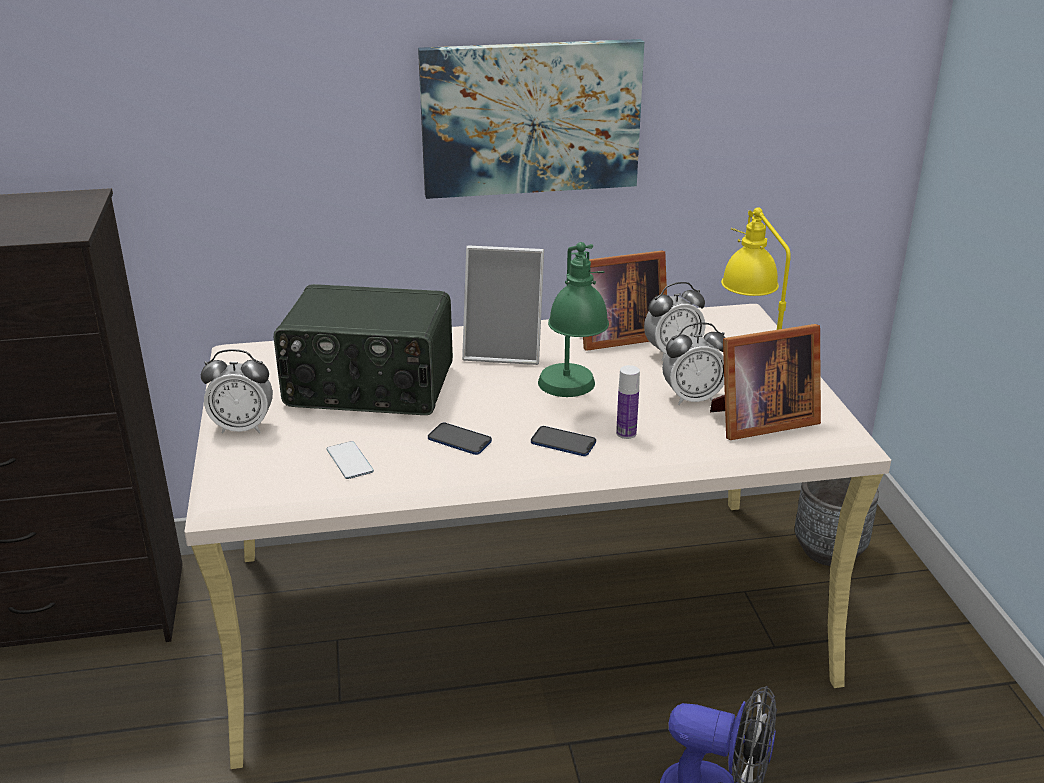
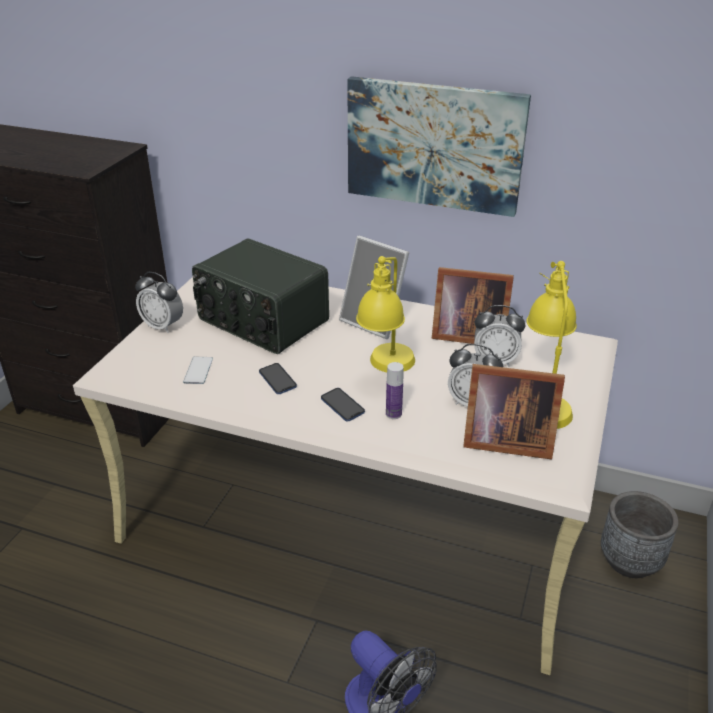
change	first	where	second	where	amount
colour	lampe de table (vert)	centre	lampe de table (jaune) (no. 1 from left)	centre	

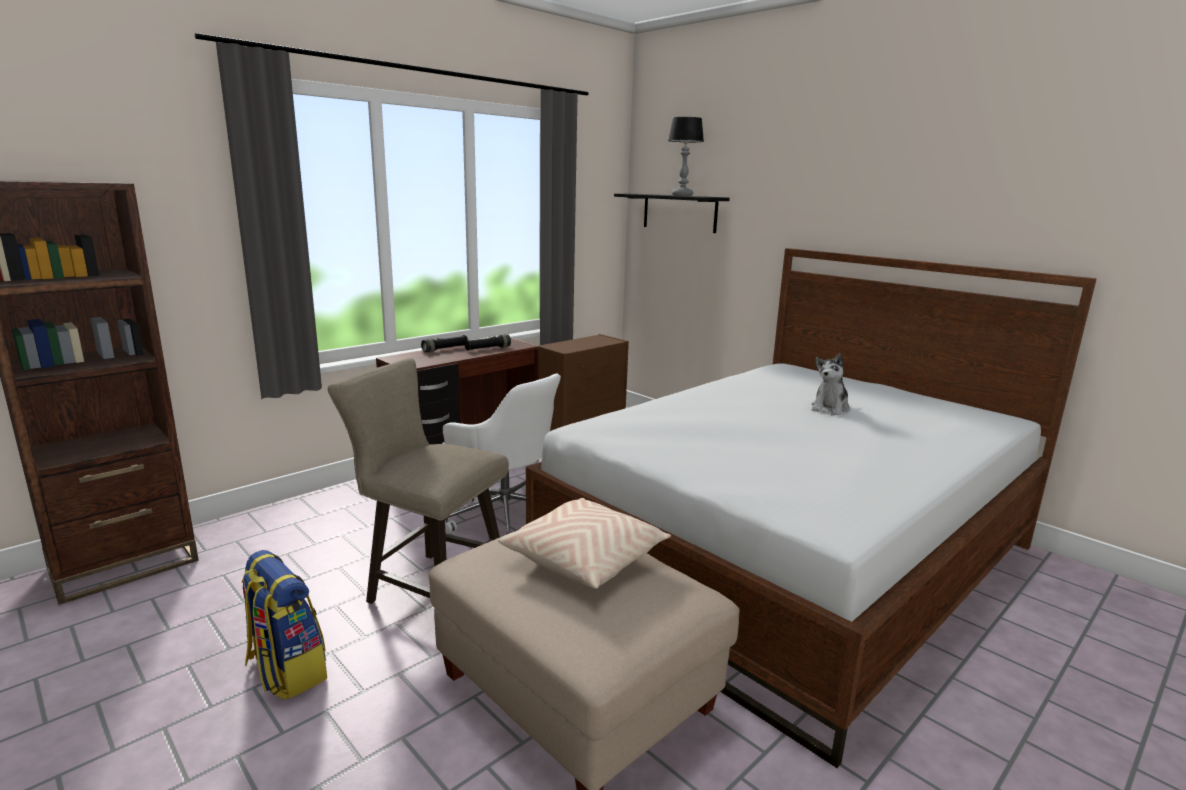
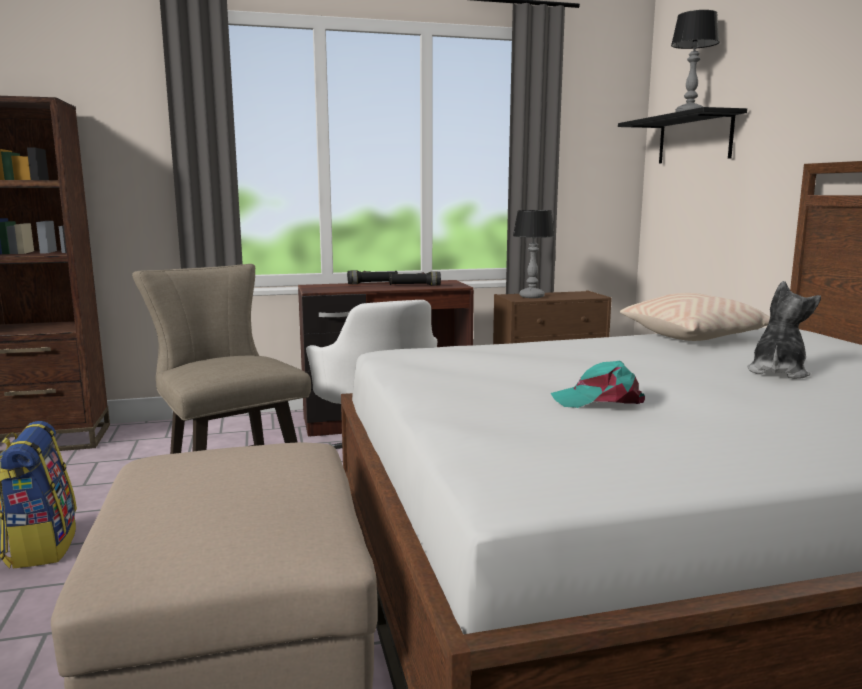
change	first	where	second	where	amount
relocated	coussin (beige)	bottom centre		middle right	
spun	peluche	middle right		middle right	150 degrees clockwise
appeared			lampe de table (no. 1 from left)	centre	
appeared			casquette (turquoise)	middle right	

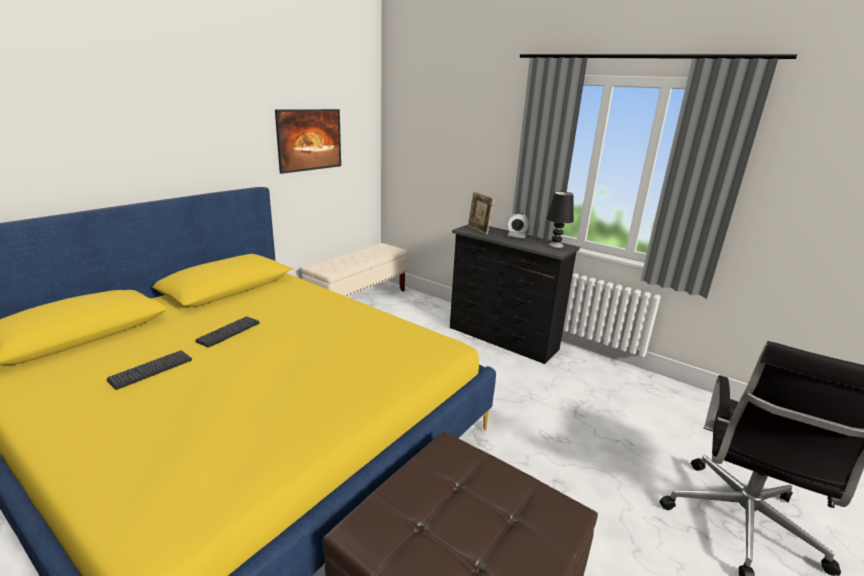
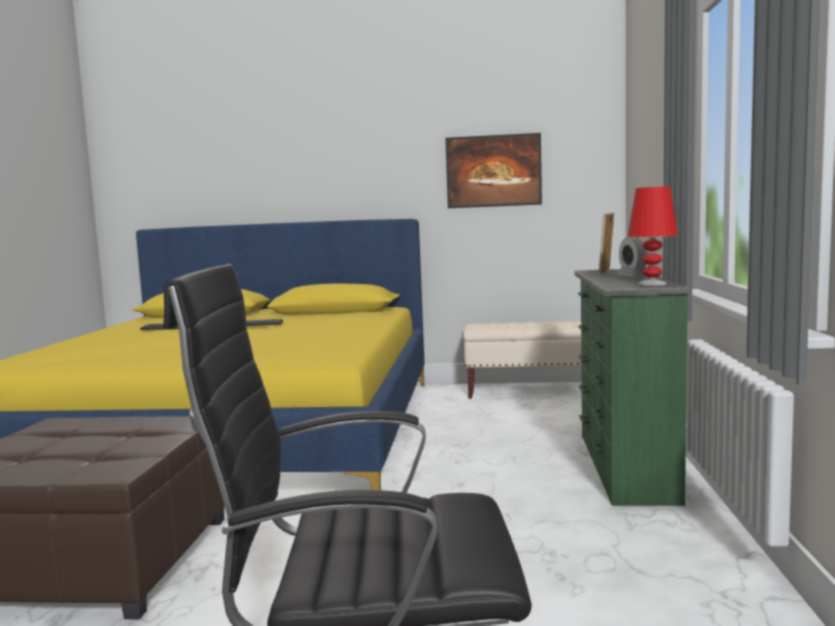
change	first	where	second	where	amount
colour	commode (noir)	centre	commode (vert)	middle right	
colour	lampe de table (noir)	centre	lampe de table (rouge)	middle right	

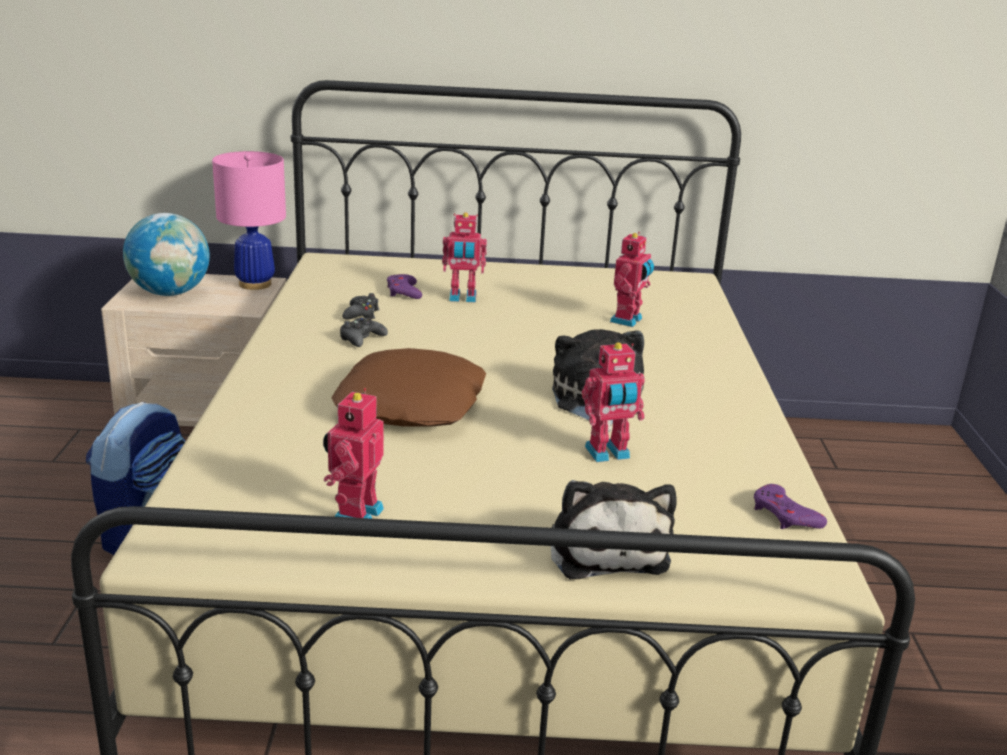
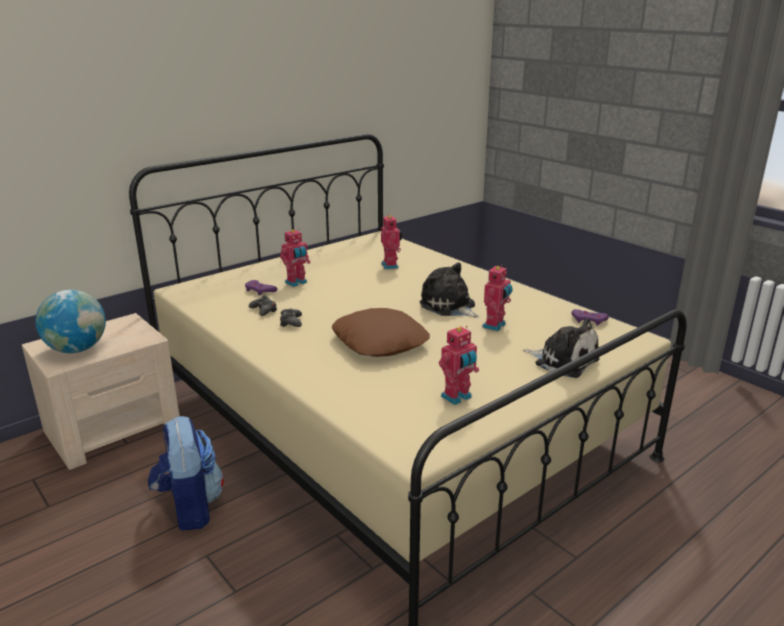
change	first	where	second	where	amount
missing	lampe de table (rose)	top left			
spun	robot jouet (no. 1 from left in the first image)	centre	robot jouet (no. 3 from left)	centre	105 degrees counterclockwise

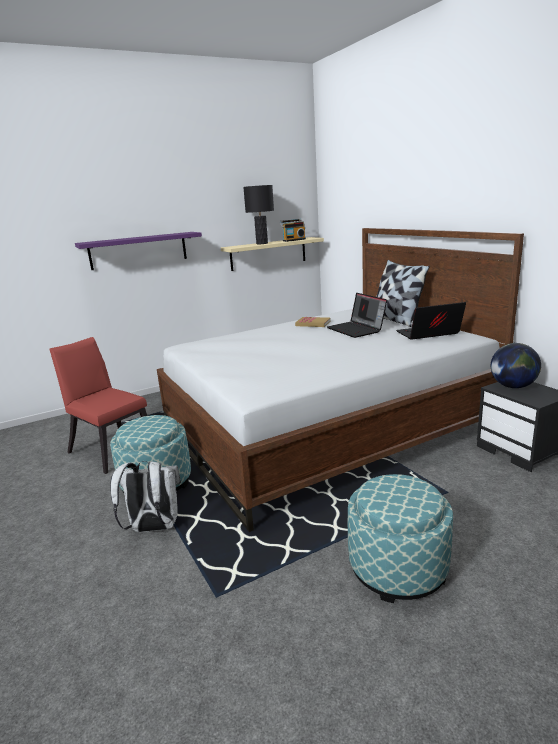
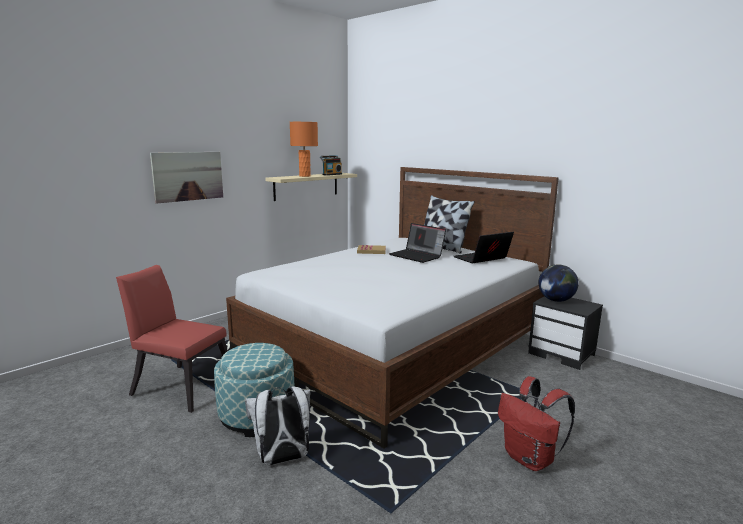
change	first	where	second	where	amount
exchanged	étagère (violet)	middle left	tableau	middle left	
colour	lampe de table (noir)	top centre	lampe de table (orange)	top centre	
exchanged	pouf (no. 2 from left)	bottom right	sac à dos (rouge)	bottom right	

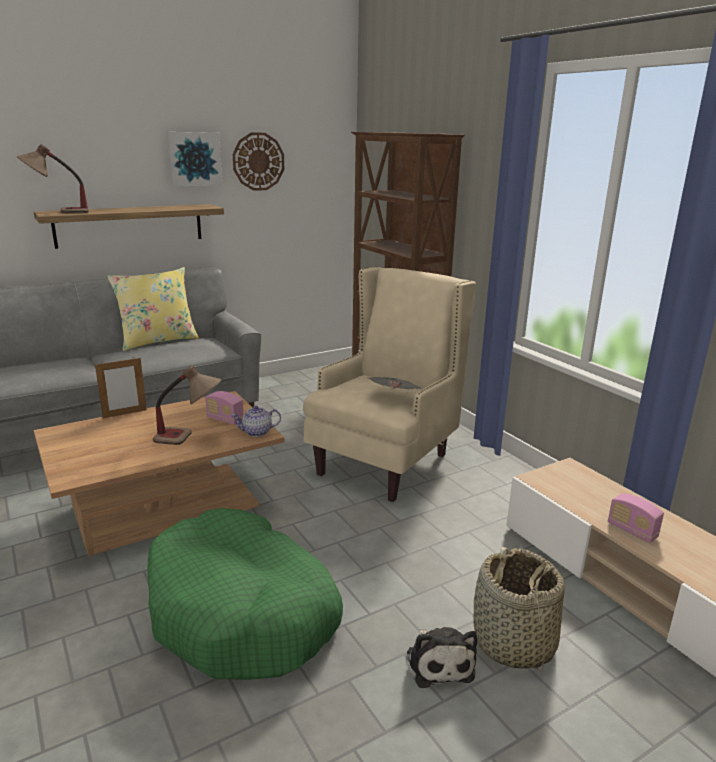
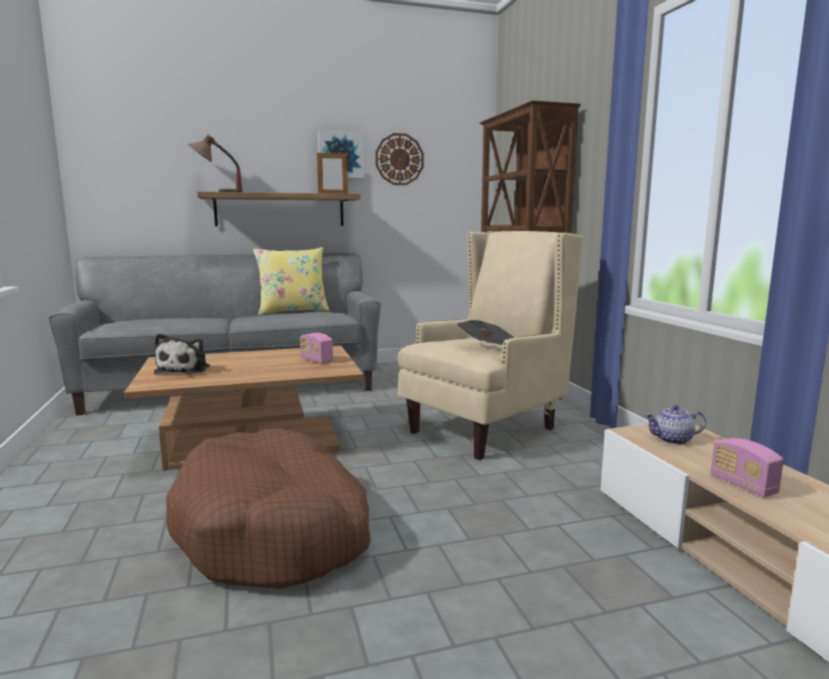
change	first	where	second	where	amount
relocated	cadre photo	middle left		top centre	
colour	panier pour chien (vert)	bottom centre	panier pour chien (marron)	bottom left	
missing	lampe de table (no. 2 from left)	middle left			
relocated	théière	centre		middle right	
relocated	peluche	bottom centre		middle left	
missing	panier	bottom right			

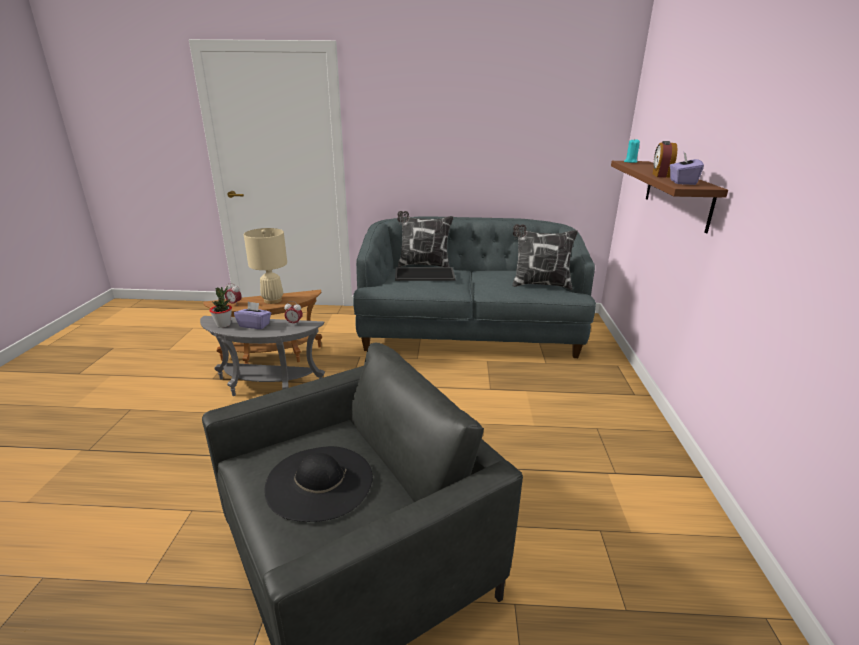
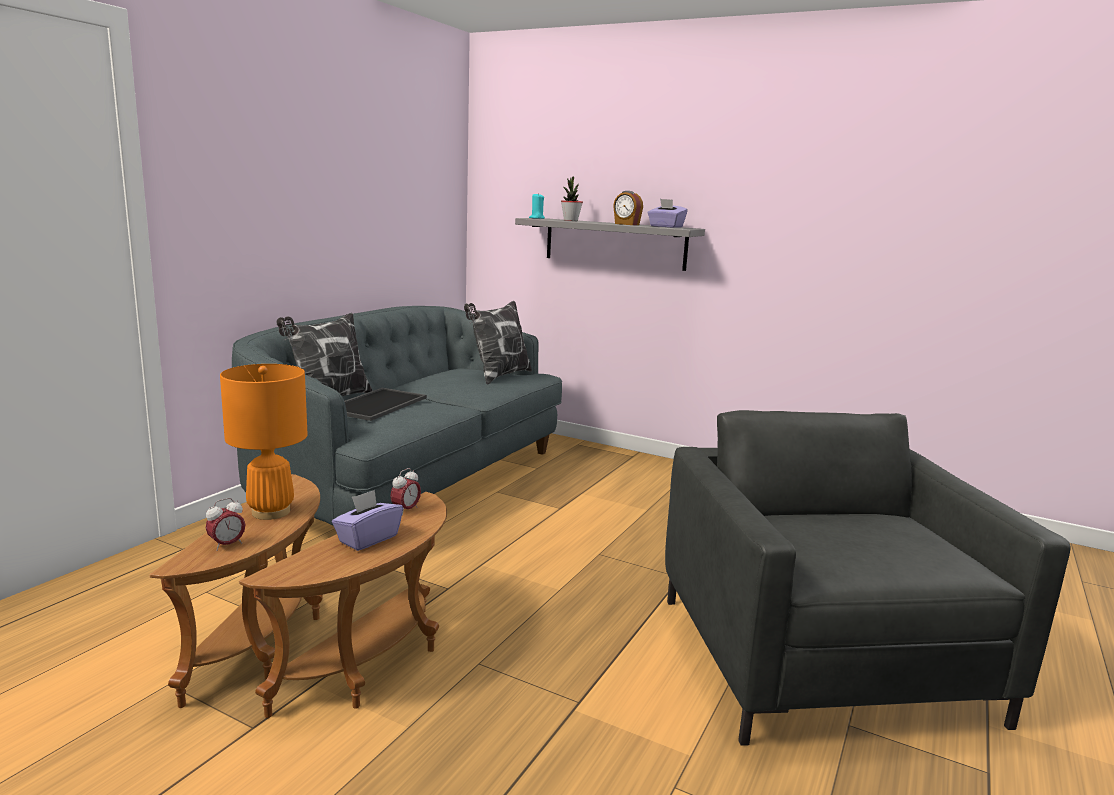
change	first	where	second	where	amount
colour	table d'appoint (gris)	middle left	table d'appoint (marron) (no. 2 from left)	bottom left	
relocated	plante en pot	middle left		top centre	
colour	lampe de table (beige)	middle left	lampe de table (orange)	middle left	
missing	chapeau (noir)	bottom centre			
colour	étagère (marron)	top right	étagère (gris)	top centre	

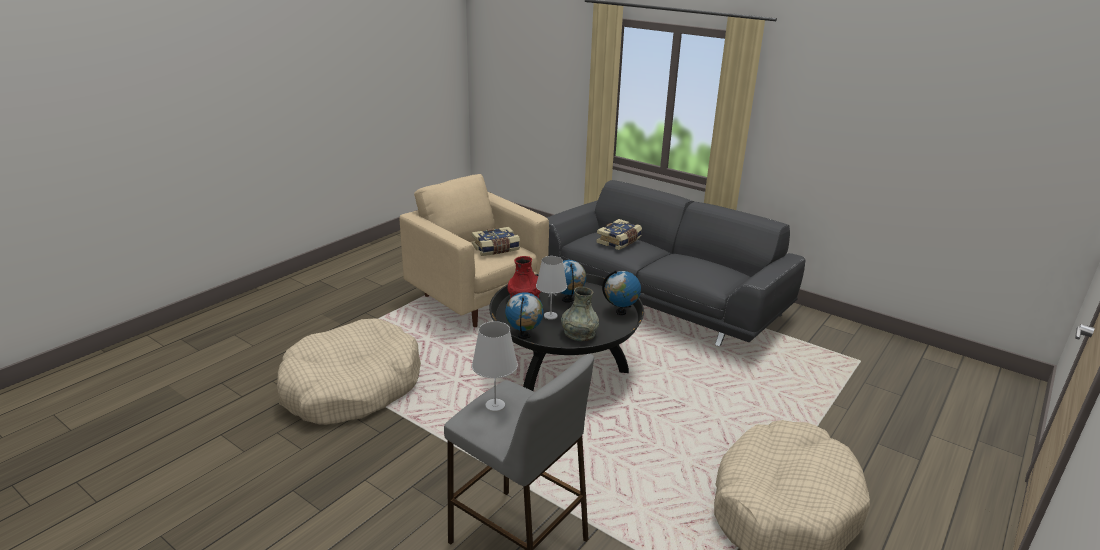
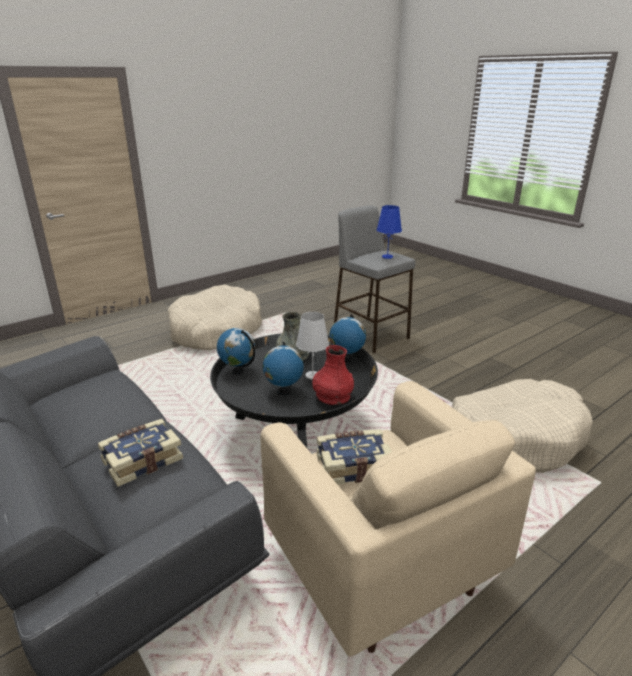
change	first	where	second	where	amount
colour	lampe de table (blanc) (no. 1 from left)	centre	lampe de table (bleu)	centre	

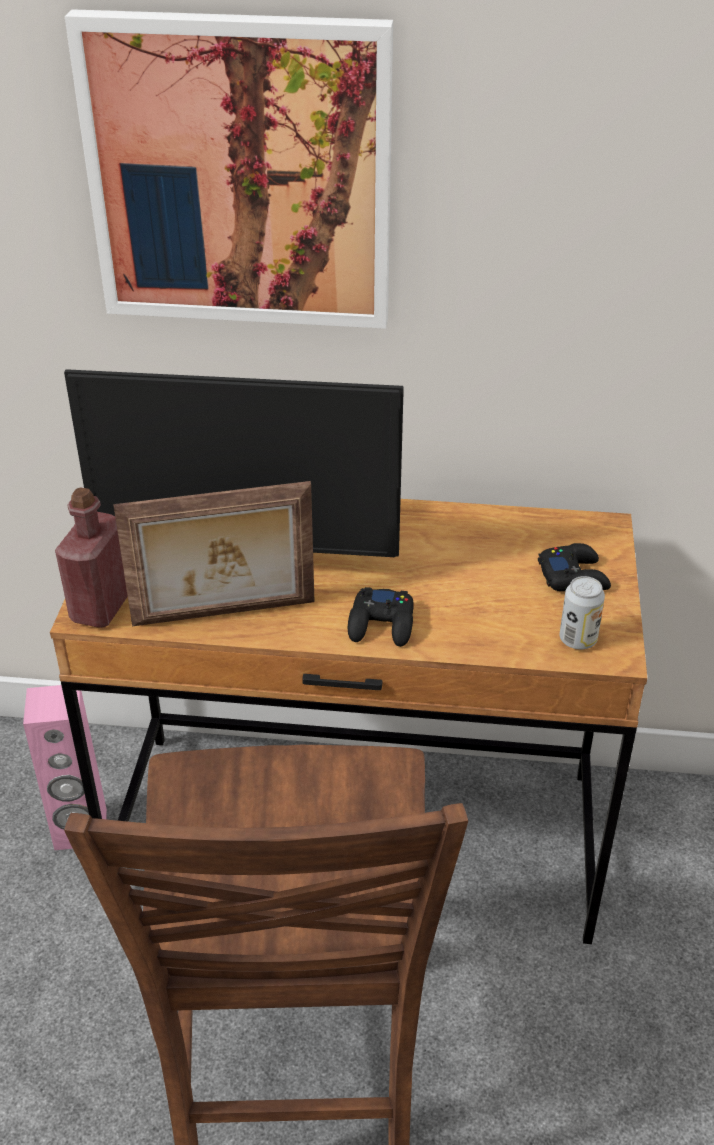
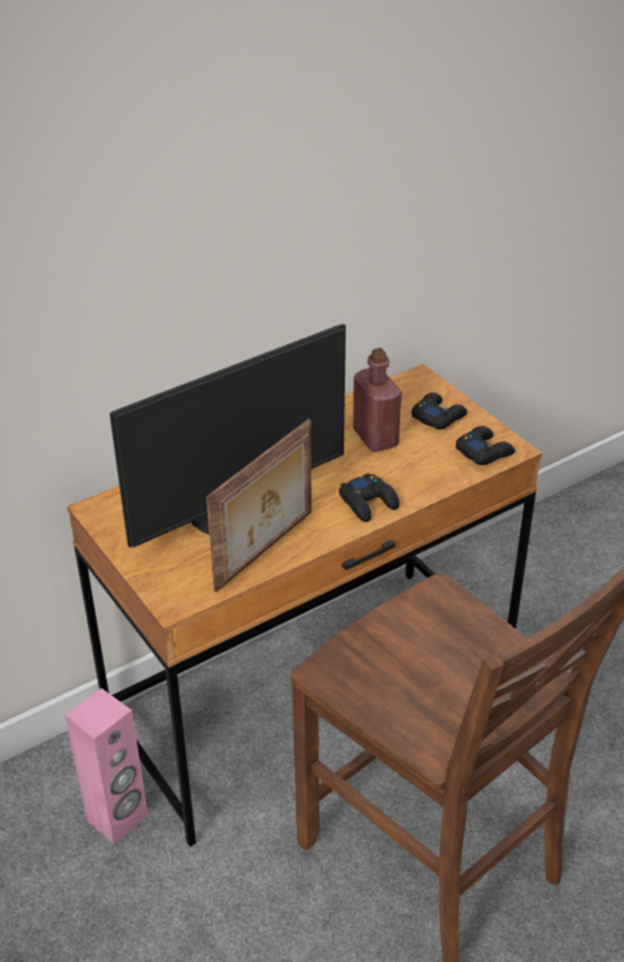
change	first	where	second	where	amount
relocated	bouteille (rouge)	middle left		centre	
missing	tableau	top left			
exchanged	boîte métallique	middle right	manette (noir) (no. 3 from left)	middle right	

